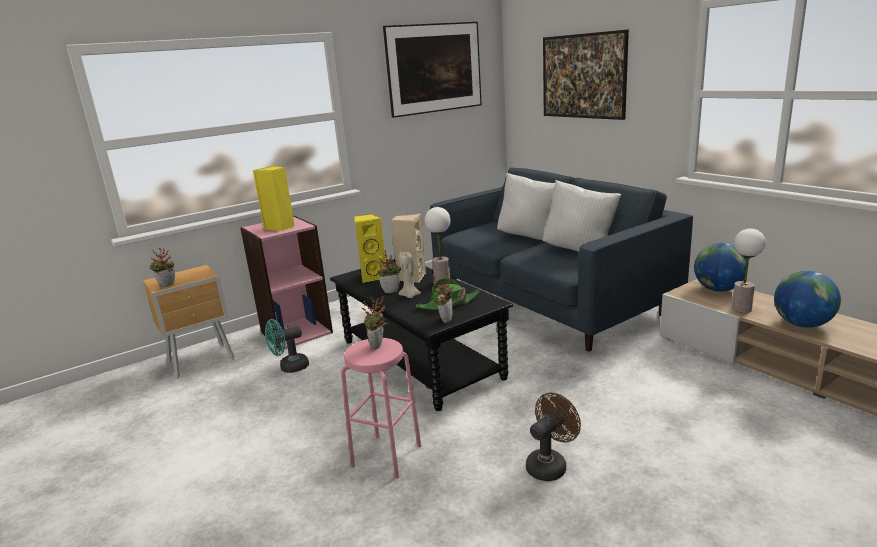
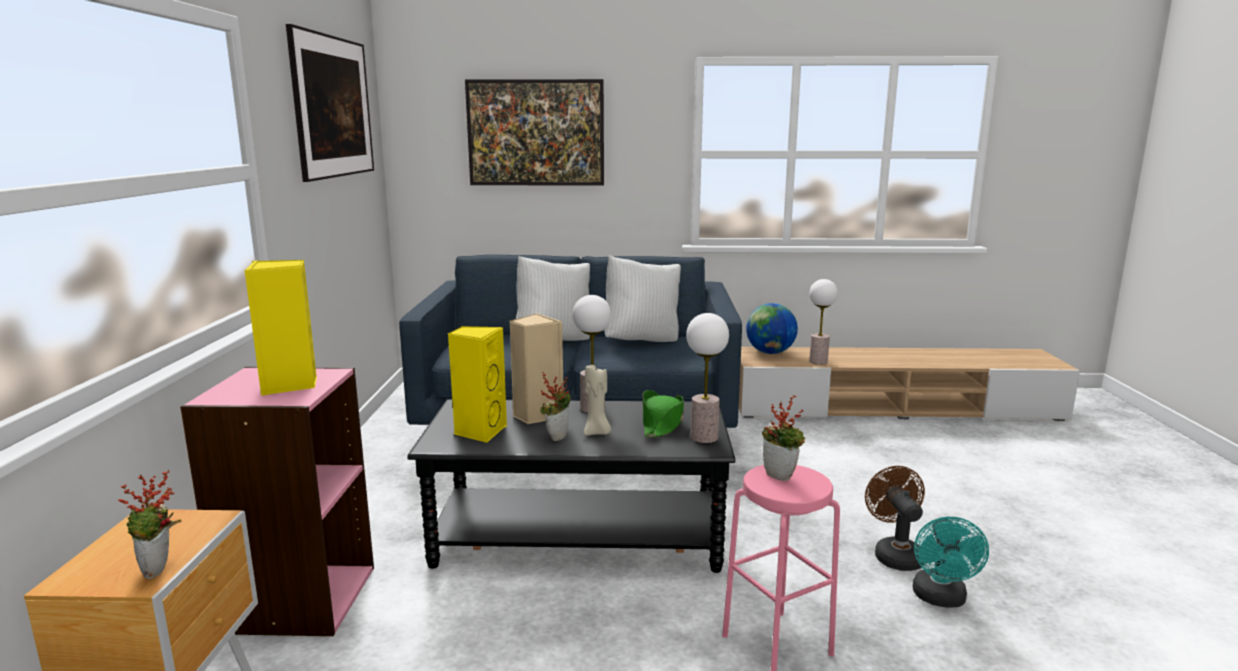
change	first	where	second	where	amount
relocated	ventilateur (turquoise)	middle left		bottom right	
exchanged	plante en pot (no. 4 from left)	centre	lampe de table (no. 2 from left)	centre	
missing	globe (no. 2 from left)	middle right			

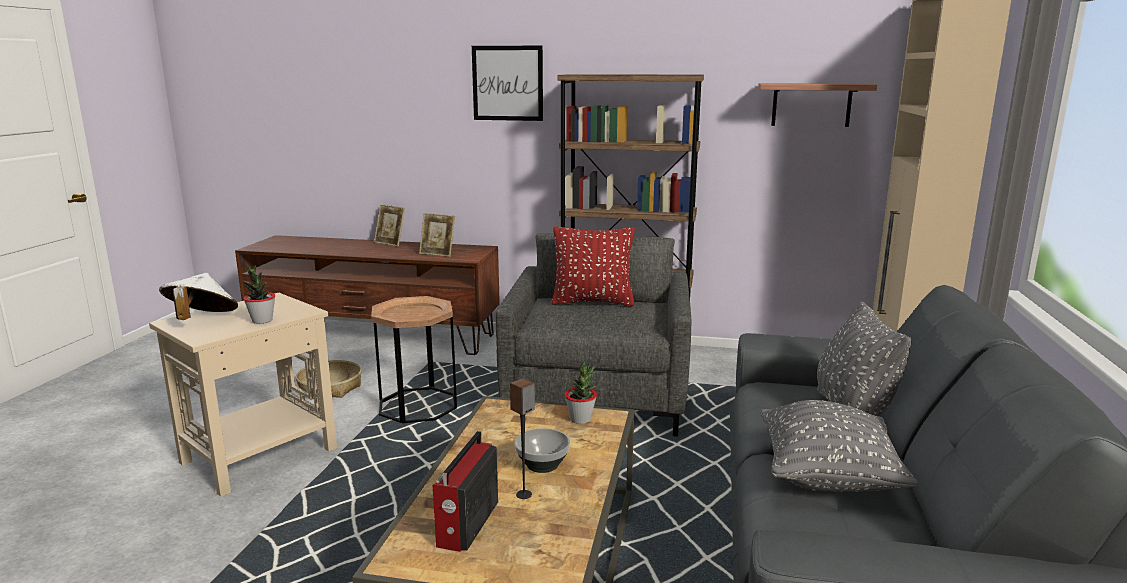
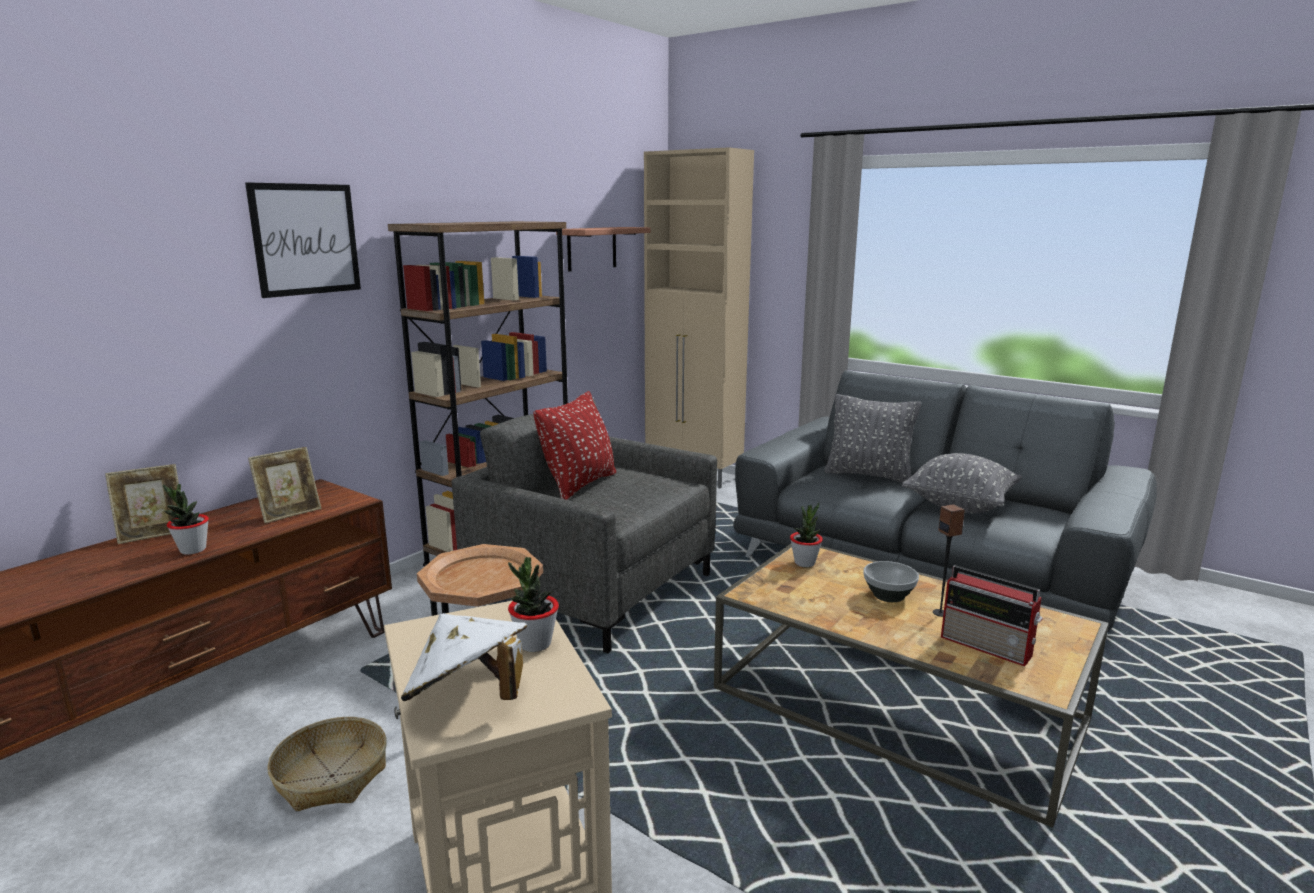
change	first	where	second	where	amount
appeared			plante en pot (no. 1 from left)	middle left	

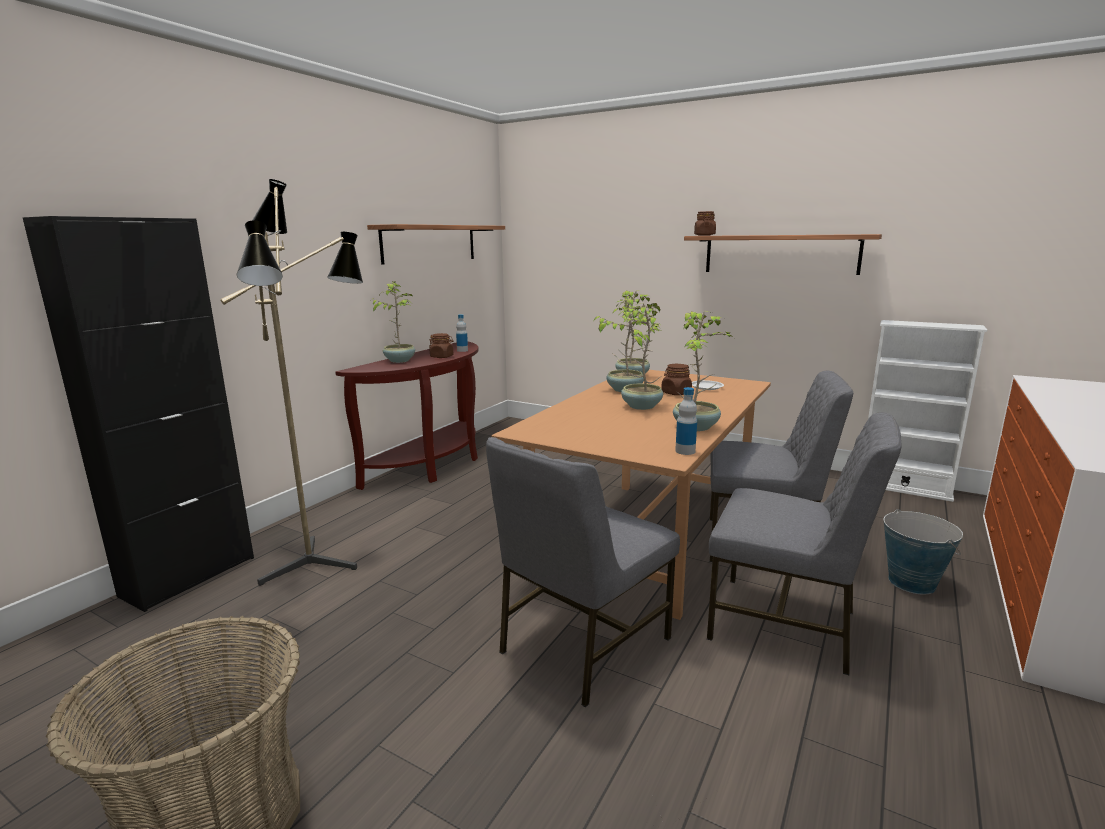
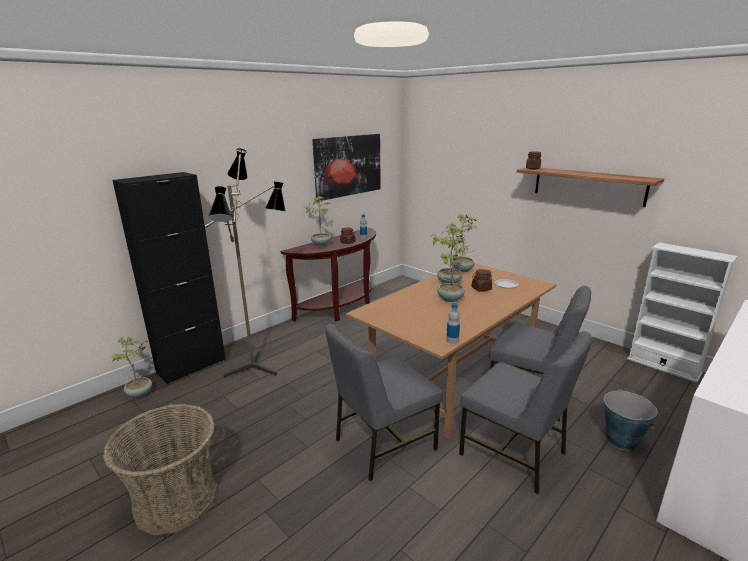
change	first	where	second	where	amount
exchanged	étagère (no. 1 from left)	top centre	tableau	top centre	
relocated	plante en pot (no. 5 from left in the first image)	centre	plante en pot (no. 1 from left)	middle left	

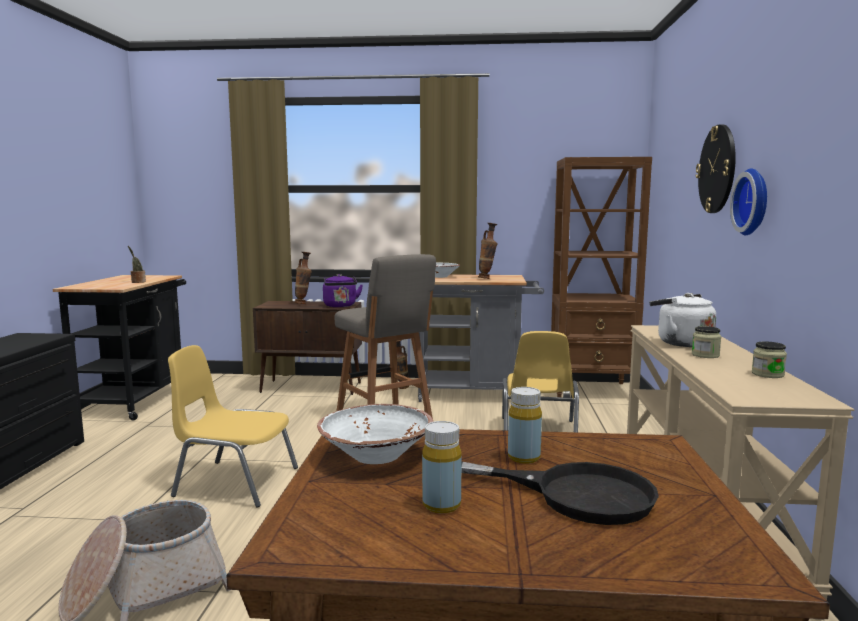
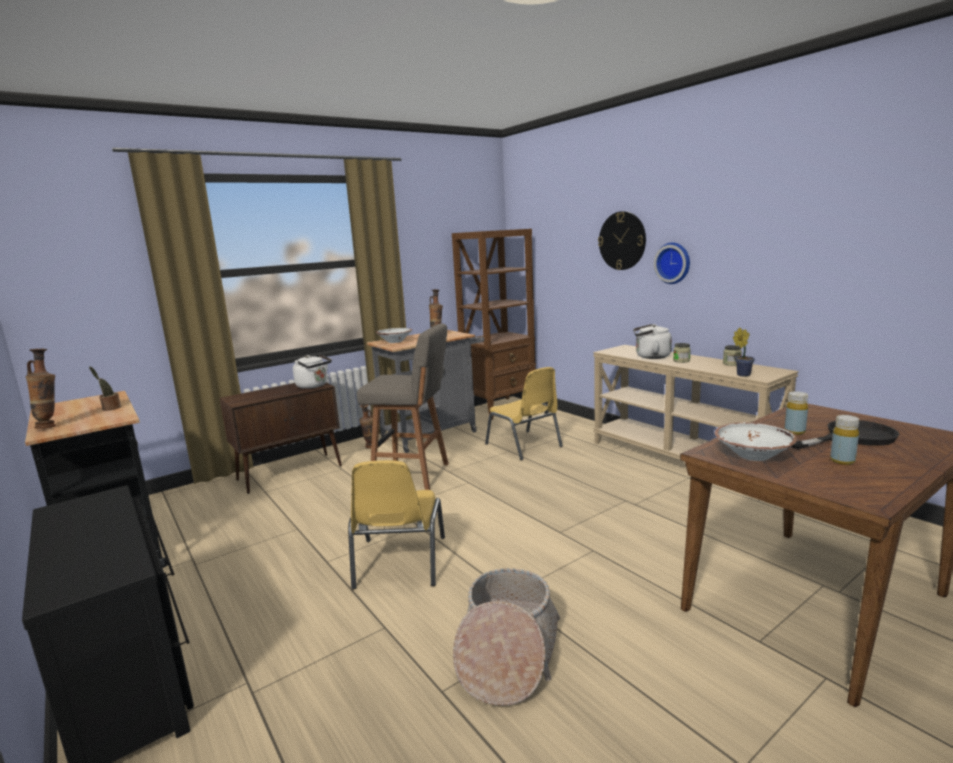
change	first	where	second	where	amount
spun	chaise (jaune) (no. 1 from left)	bottom left		bottom centre	60 degrees counterclockwise
relocated	vase (no. 1 from left)	centre		middle left	
colour	bouilloire (violet)	centre	bouilloire (blanc) (no. 1 from left)	middle left	
appeared			plante en pot (no. 2 from left)	middle right	

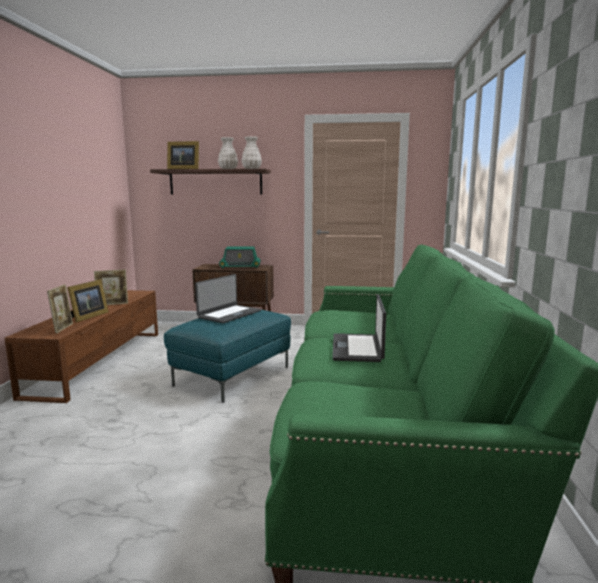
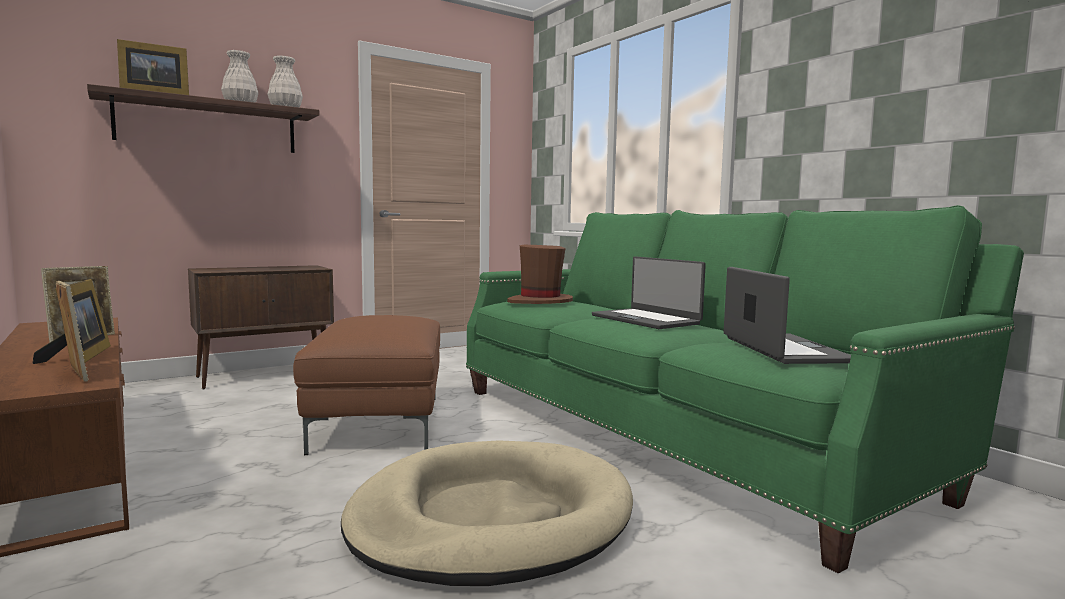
change	first	where	second	where	amount
colour	pouf (turquoise)	centre	pouf (marron)	centre	
relocated	ordinateur portable (no. 1 from left in the first image)	centre	ordinateur portable (no. 2 from left)	middle right	
missing	radio	centre			
appeared			panier pour chien (beige)	bottom centre	
appeared			chapeau (marron)	centre	

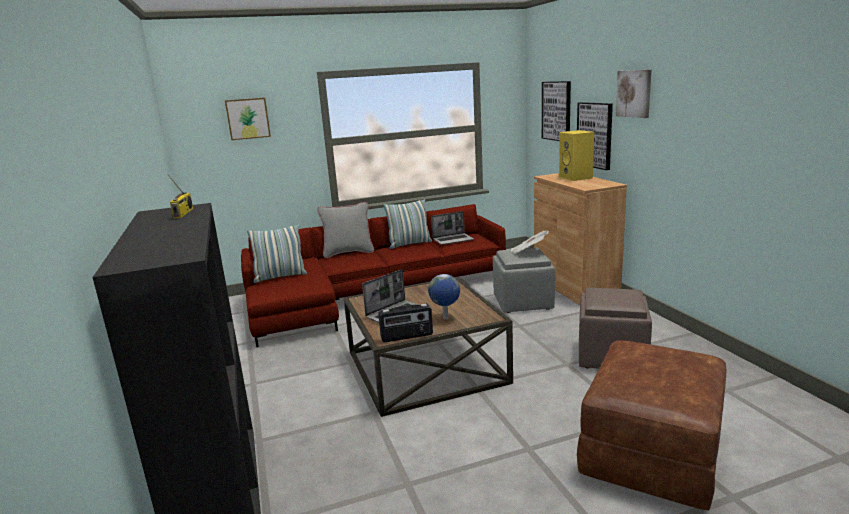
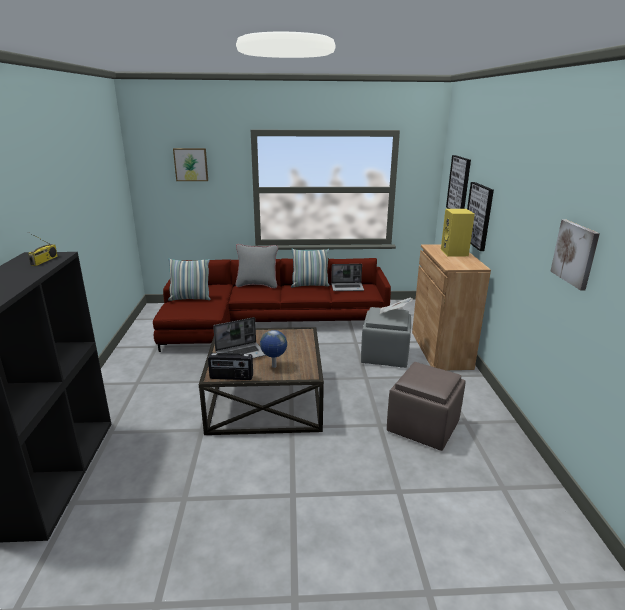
change	first	where	second	where	amount
missing	pouf (marron) (no. 2 from left)	bottom right			
relocated	tableau (no. 4 from left)	top right		middle right	

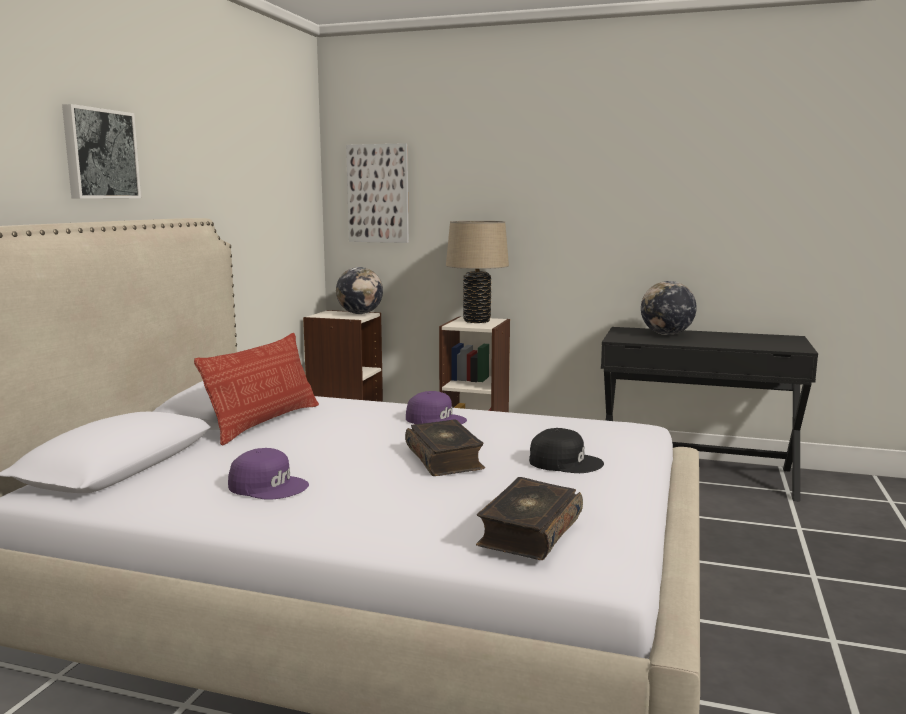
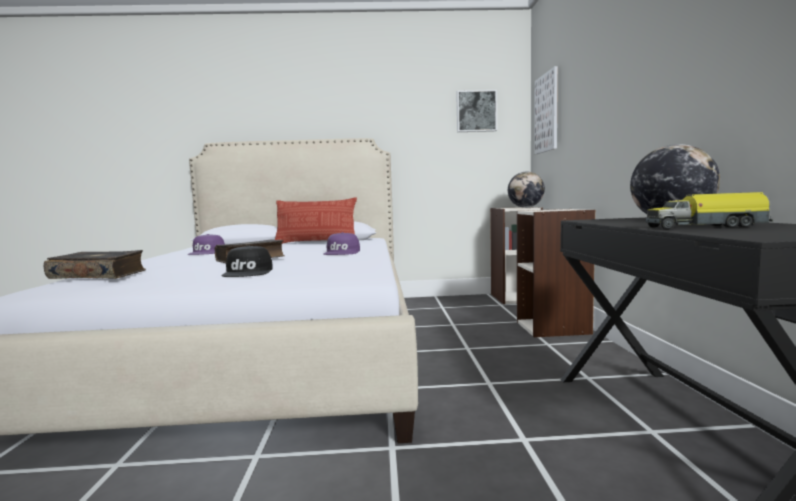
change	first	where	second	where	amount
relocated	tableau (no. 1 from left)	top left		top centre	
missing	lampe de table (beige)	centre			
appeared			camion jouet	middle right	

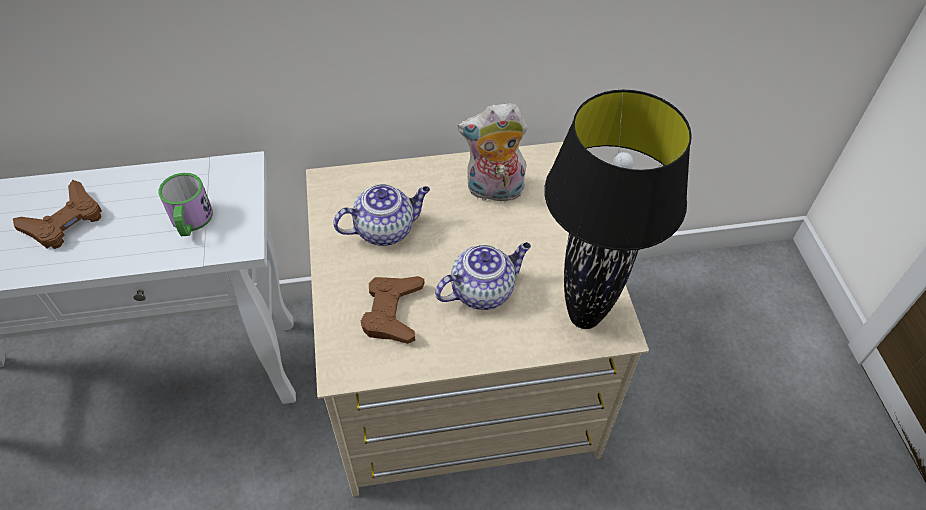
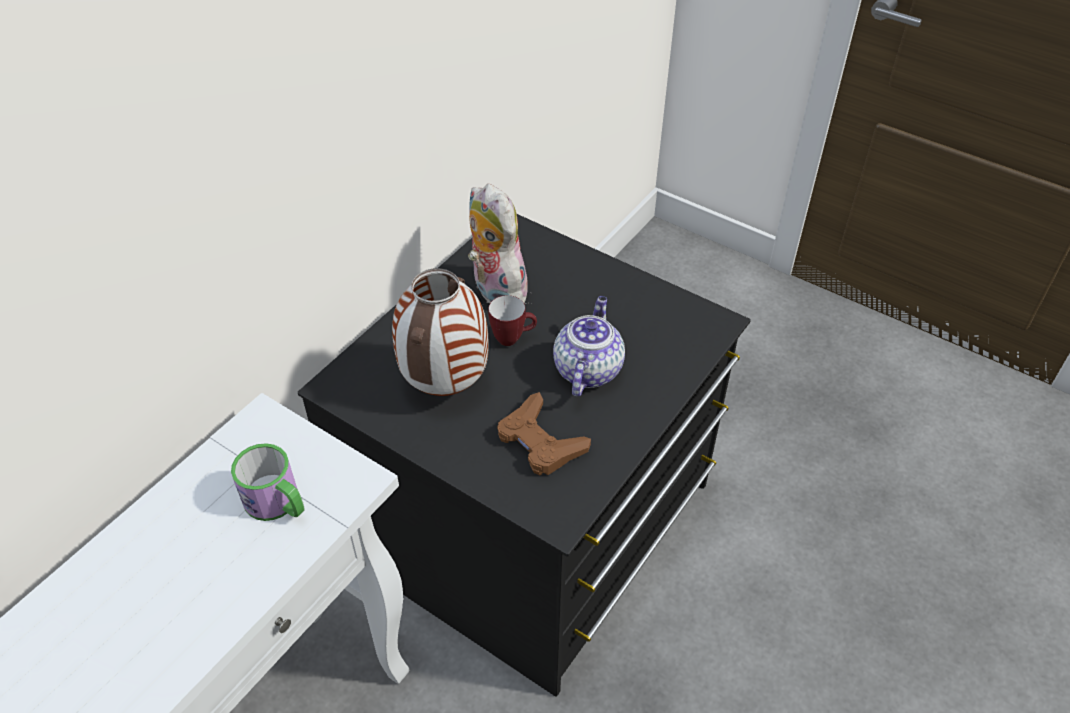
change	first	where	second	where	amount
missing	manette (marron) (no. 1 from left)	middle left			
colour	commode (beige)	centre	commode (noir)	centre	
exchanged	théière (no. 1 from left)	centre	vase	centre	
spun	peluche	top centre		centre	105 degrees clockwise
missing	lampe de table (noir)	middle right			
appeared			mug (no. 2 from left)	centre	

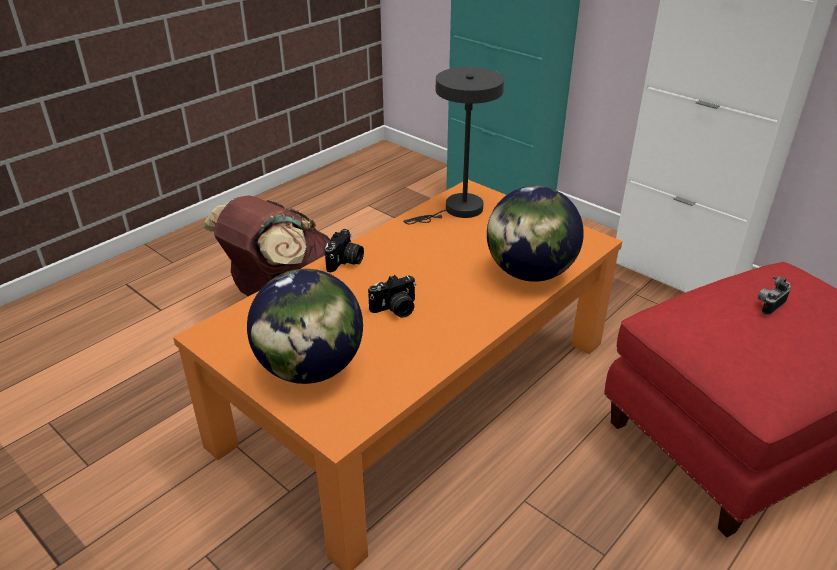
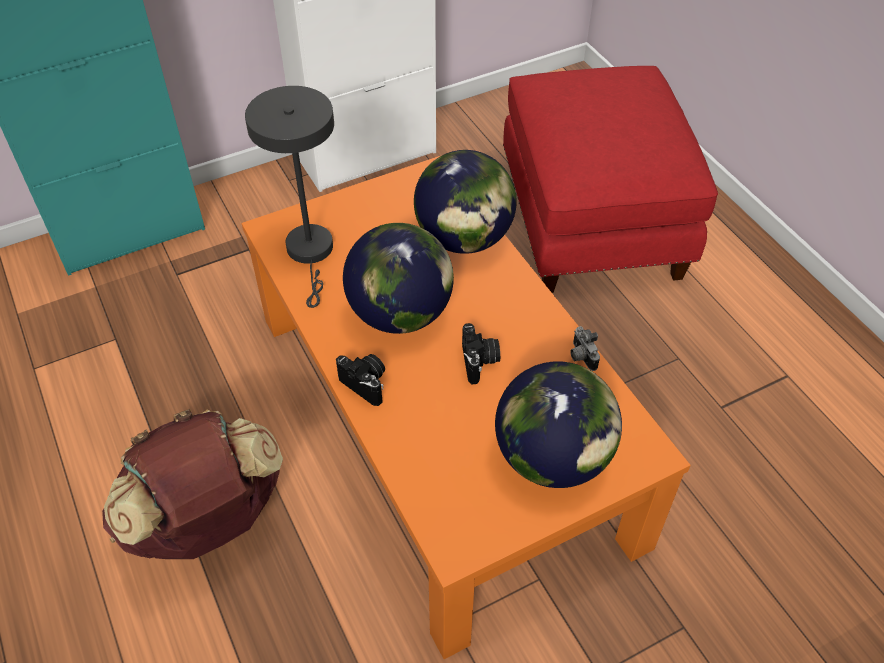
change	first	where	second	where	amount
relocated	appareil photo (no. 3 from left)	middle right		centre	
appeared			globe (no. 1 from left)	centre	

